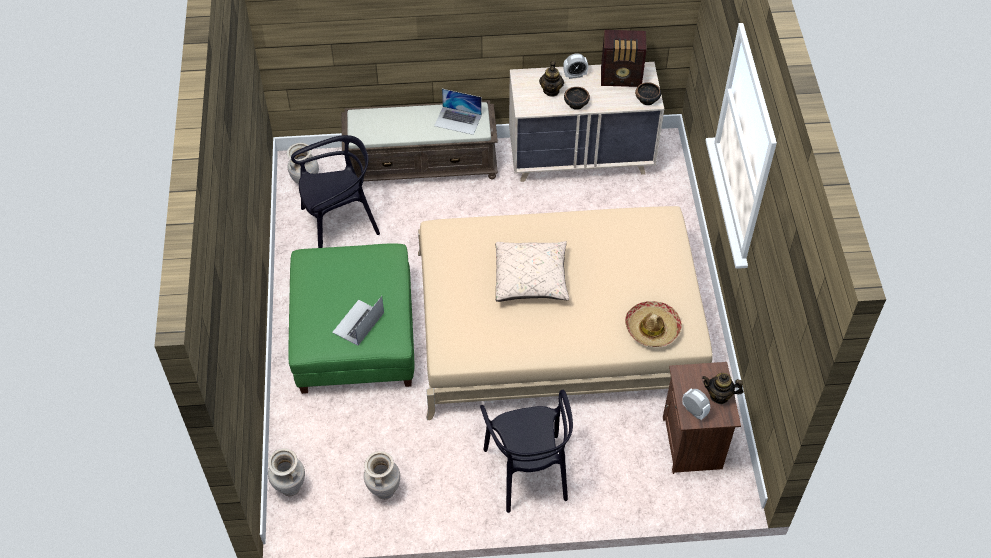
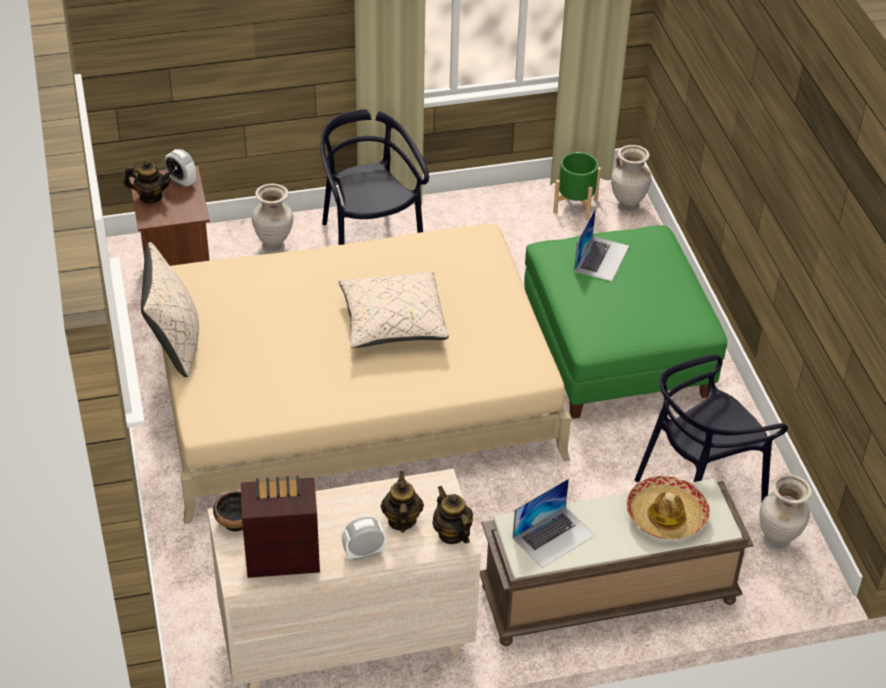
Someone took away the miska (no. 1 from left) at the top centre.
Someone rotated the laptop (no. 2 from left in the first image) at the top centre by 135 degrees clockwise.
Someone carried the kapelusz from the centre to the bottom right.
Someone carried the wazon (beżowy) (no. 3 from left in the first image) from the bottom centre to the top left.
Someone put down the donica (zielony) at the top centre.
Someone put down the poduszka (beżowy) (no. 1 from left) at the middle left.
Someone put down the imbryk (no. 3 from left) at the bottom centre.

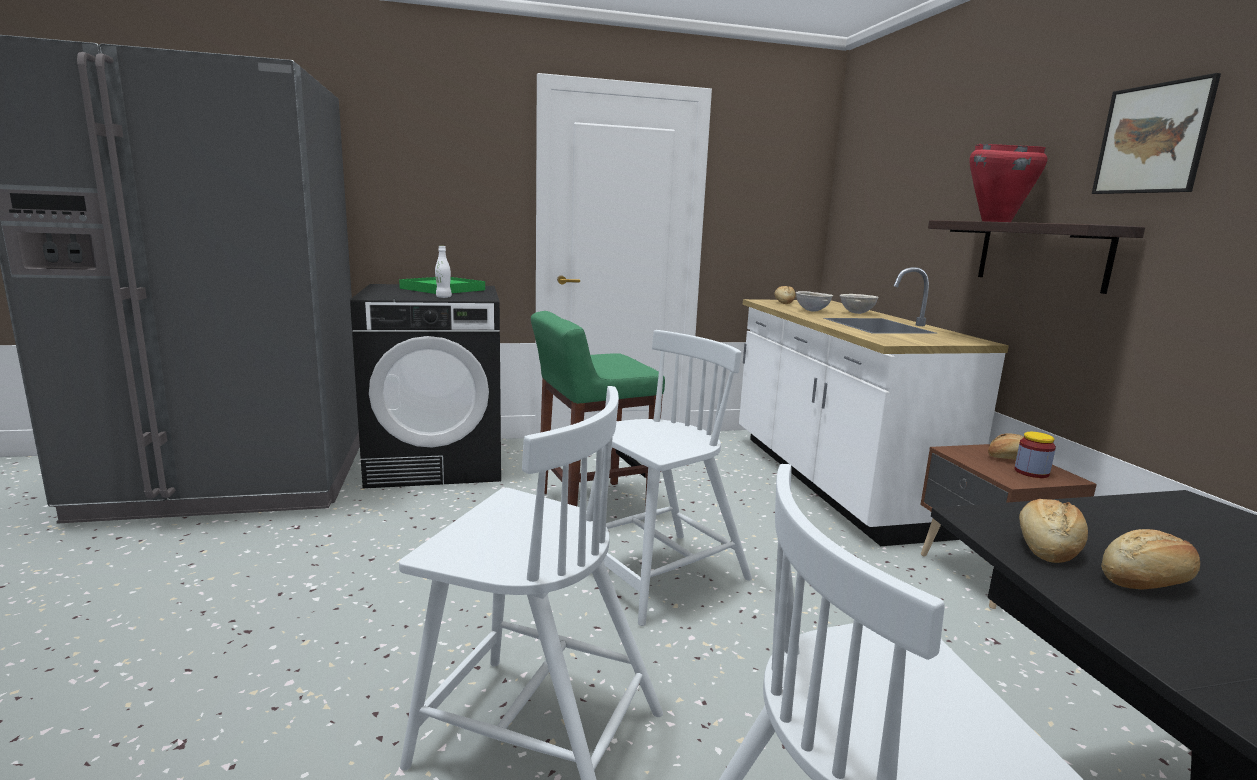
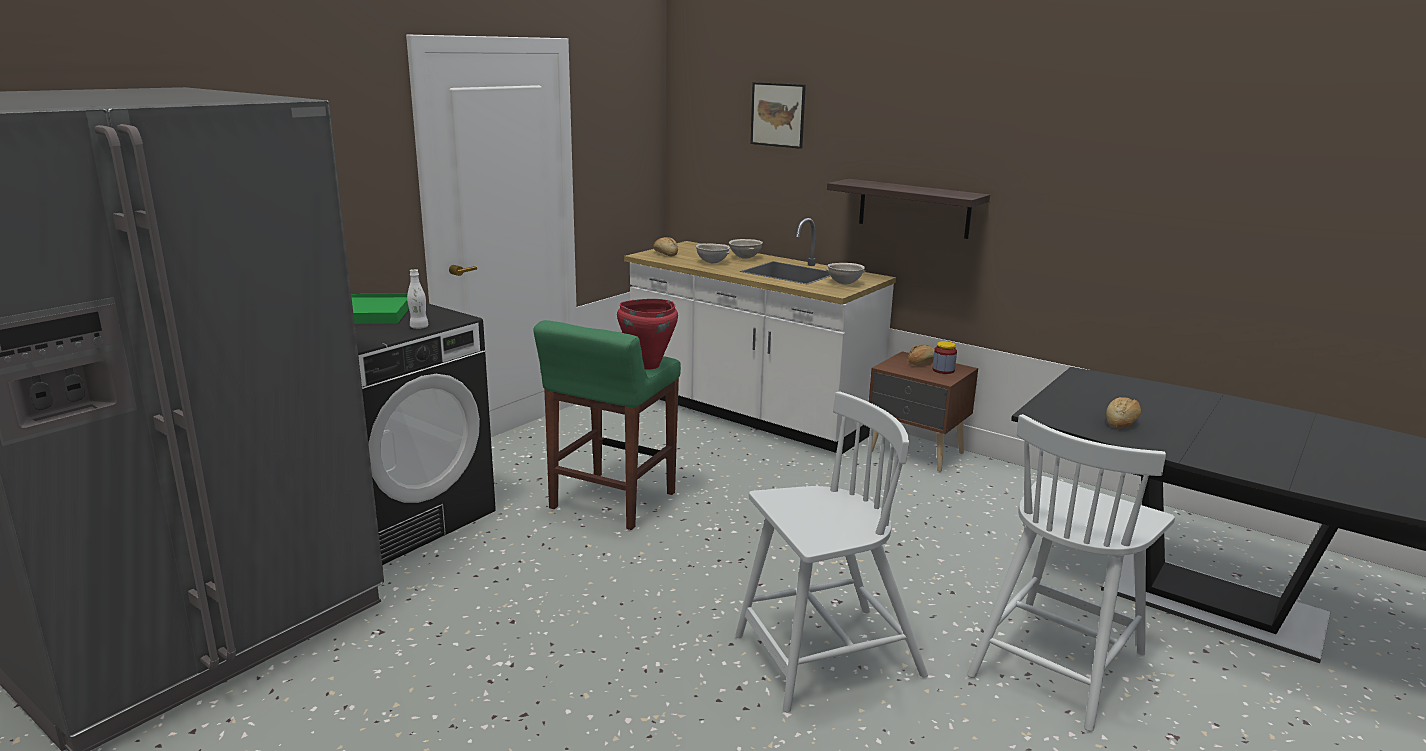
Someone carried the obraz from the top right to the top centre.
Someone carried the garnek (czerwony) from the top right to the centre.
Someone took away the krzesło (biały) (no. 2 from left) at the centre.
Someone took away the chleb (no. 3 from left) at the bottom right.
Someone put down the miska (szary) (no. 3 from left) at the centre.

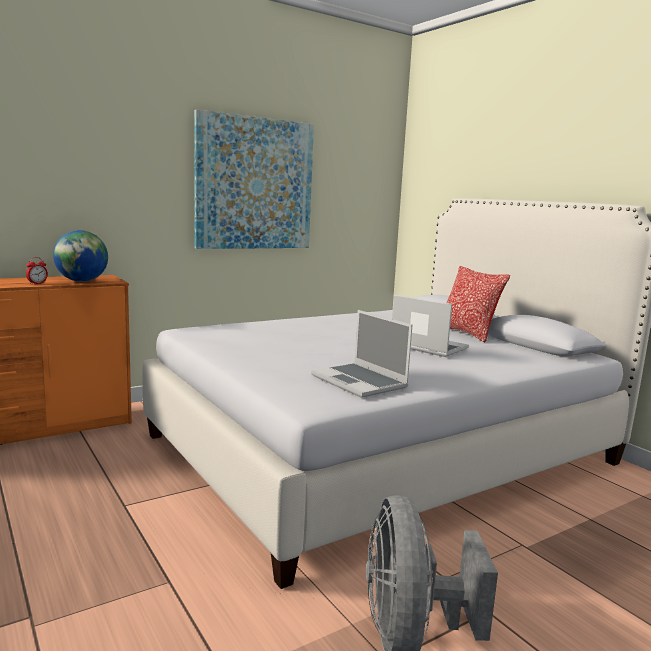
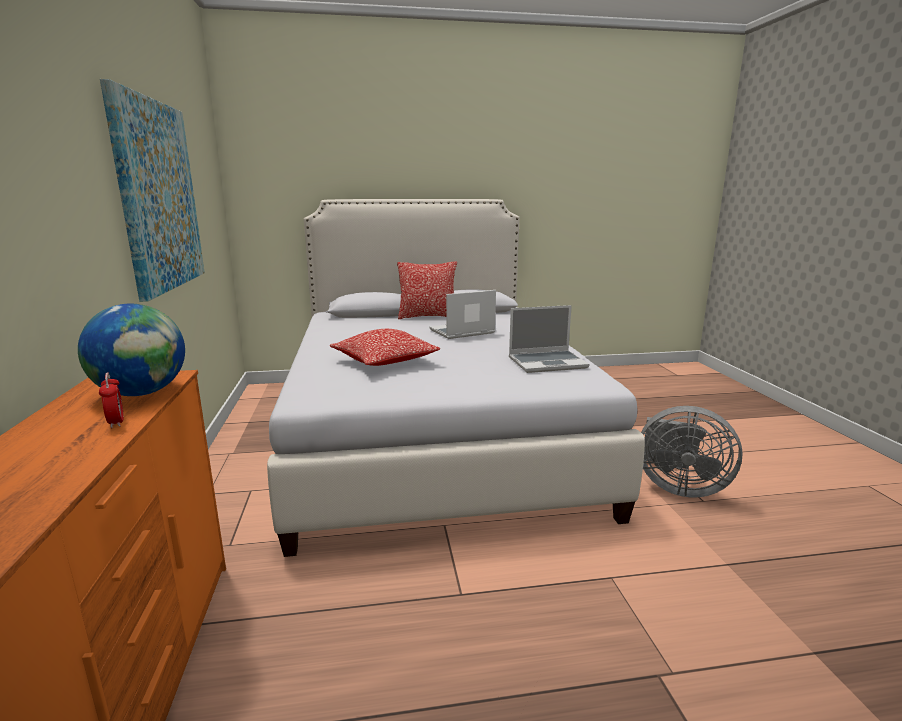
Someone put down the poduszka (no. 1 from left) at the centre.

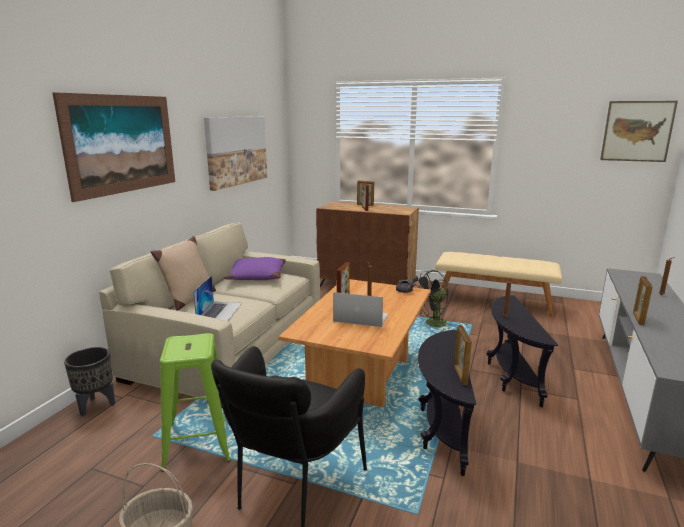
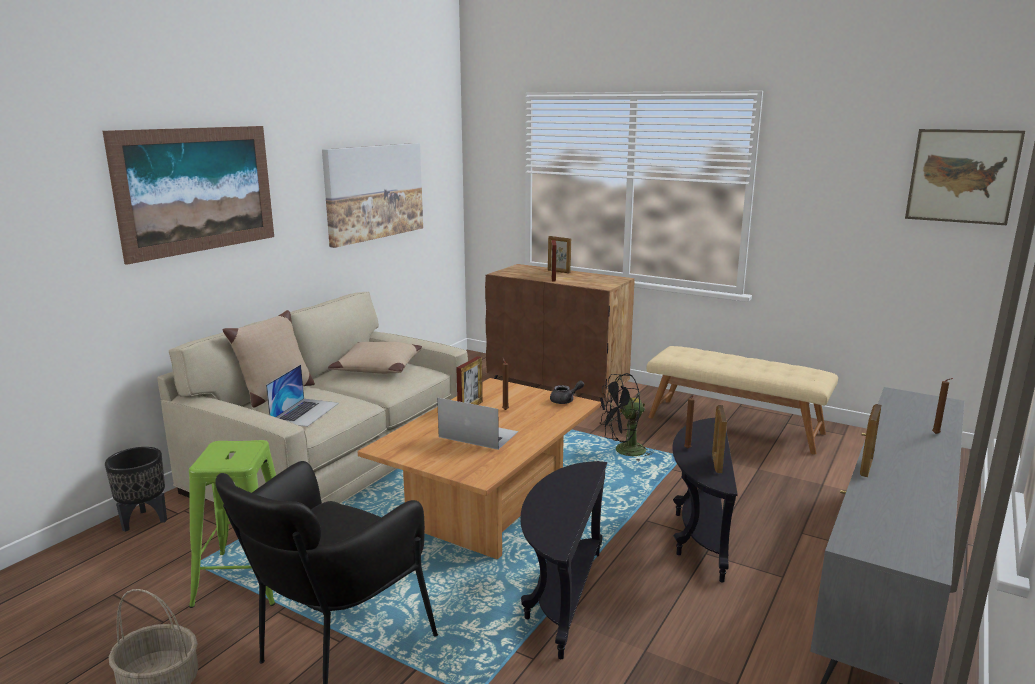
Someone repainted the poduszka (fioletowy) at the centre, which became the poduszka (beżowy) (no. 2 from left) at the centre.
Someone carried the ramka na zdjęcie (no. 4 from left) from the bottom right to the middle right.

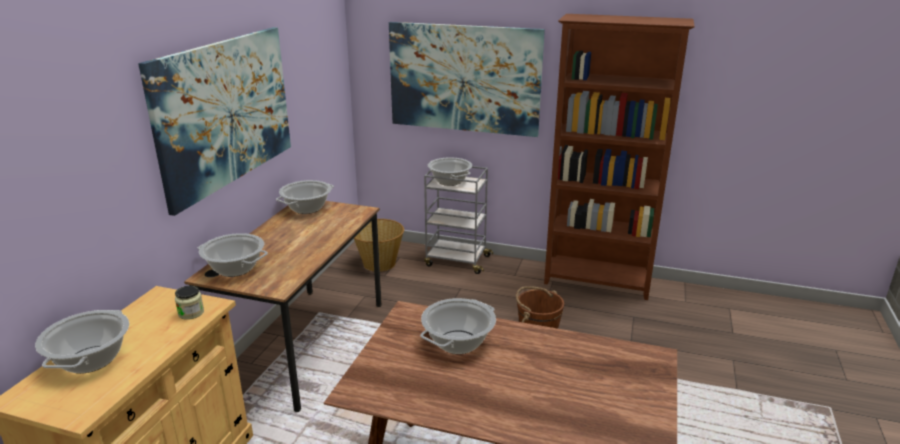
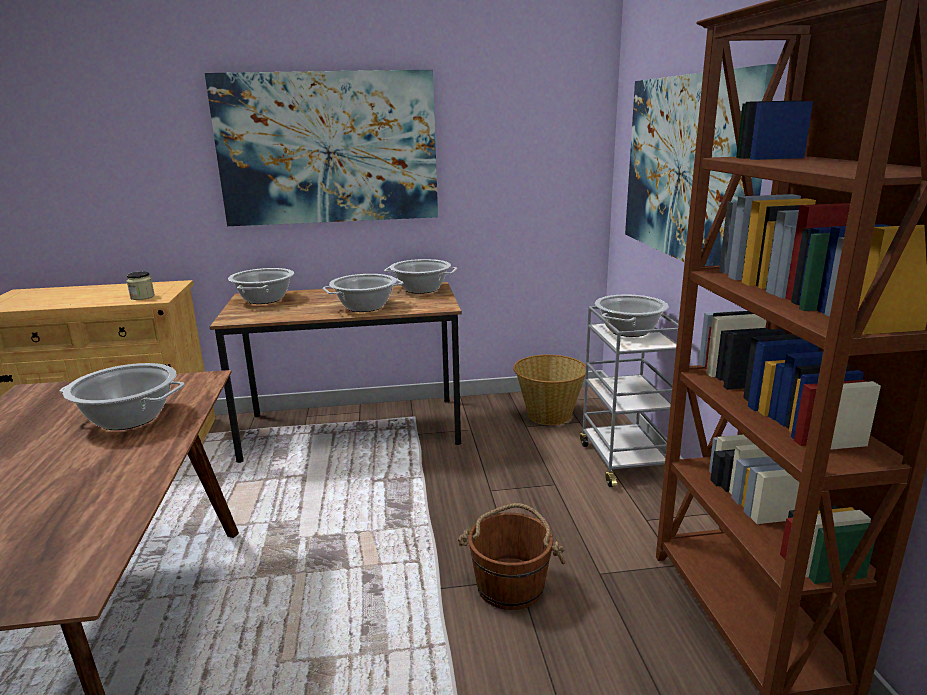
Someone carried the garnek (no. 1 from left in the first image) from the bottom left to the centre.

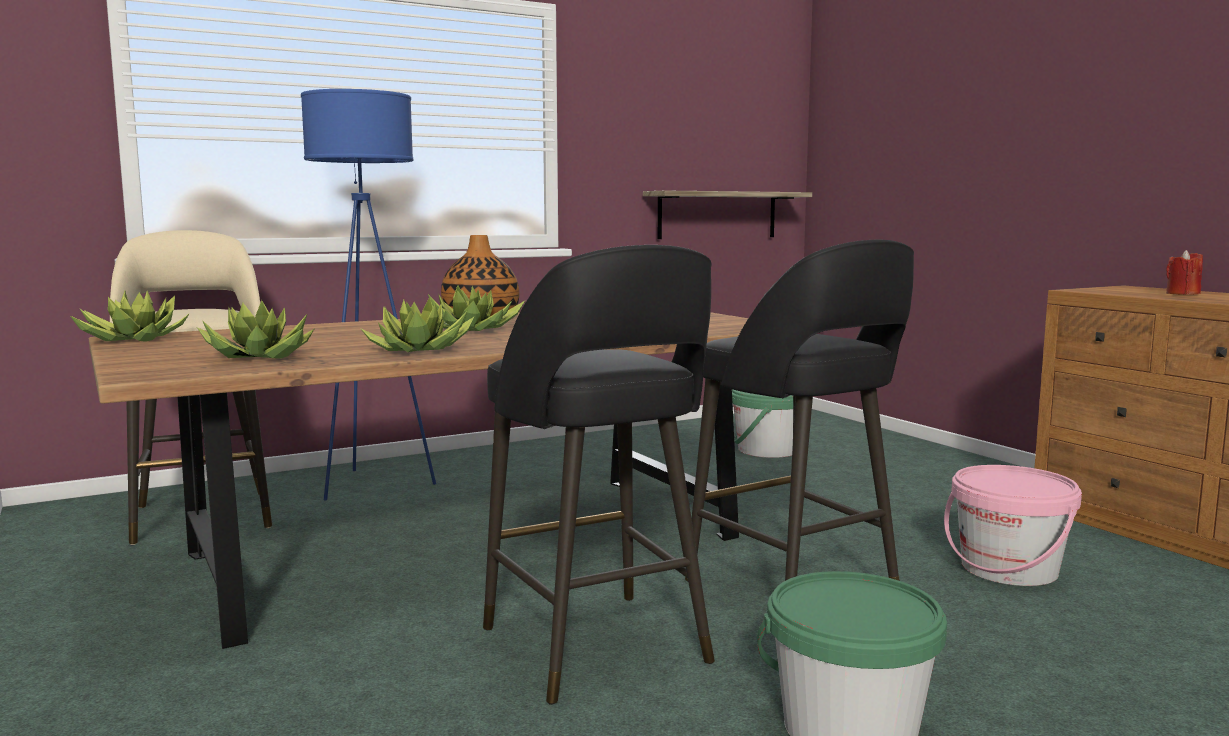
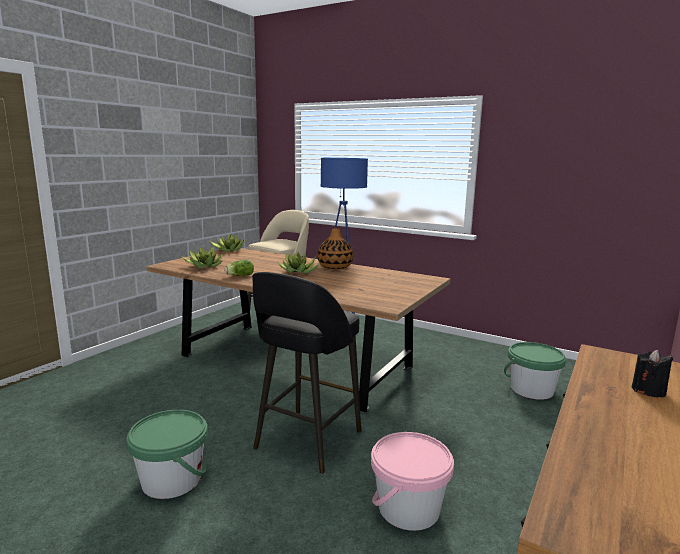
Someone took away the półka at the top centre.
Someone took away the stołek (czarny) (no. 1 from left) at the centre.
Someone repainted the świeca (czerwony) at the middle right, which became the świeca (czarny) at the bottom right.
Someone swapped the roślina doniczkowa (no. 3 from left) at the centre for the sałata at the centre.

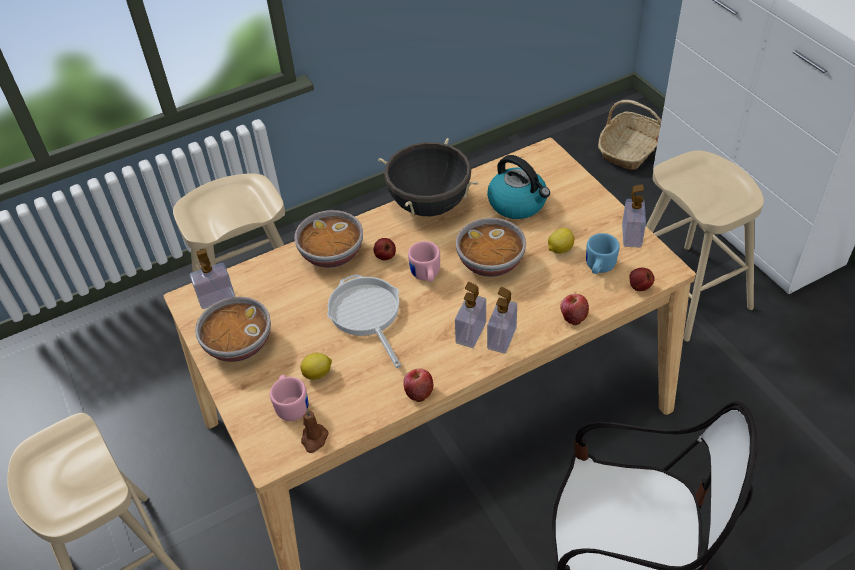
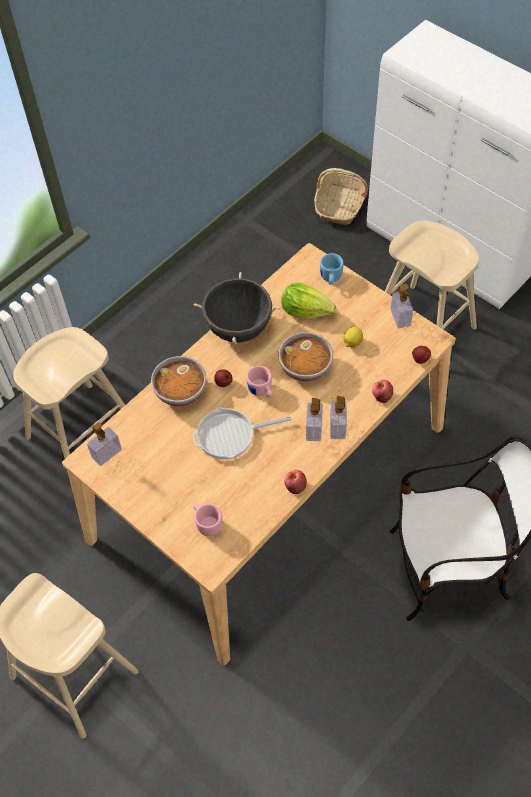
Someone swapped the czajnik at the top centre for the sałata at the centre.
Someone carried the kubek (niebieski) from the middle right to the centre.
Someone rotated the patelnia at the centre by 60 degrees counterclockwise.
Someone took away the miska (no. 1 from left) at the middle left.
Someone took away the cytryna (no. 1 from left) at the centre.
Someone took away the świeca (brązowy) at the bottom centre.

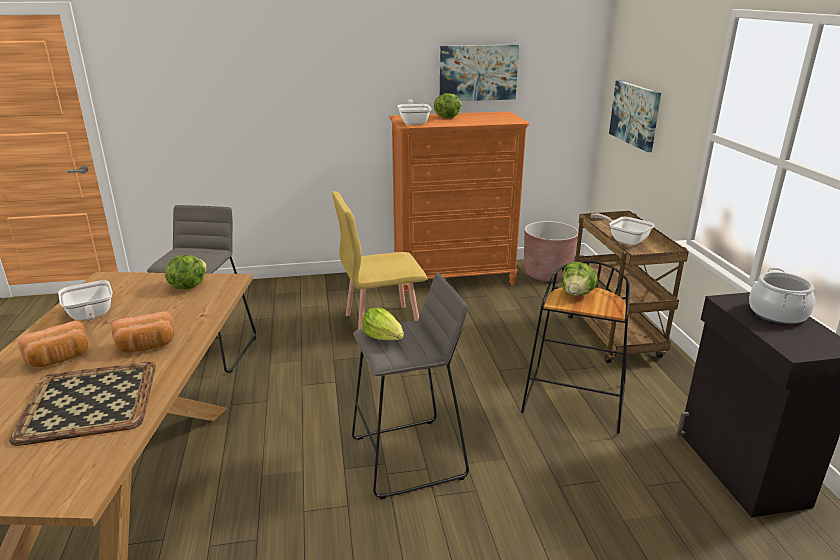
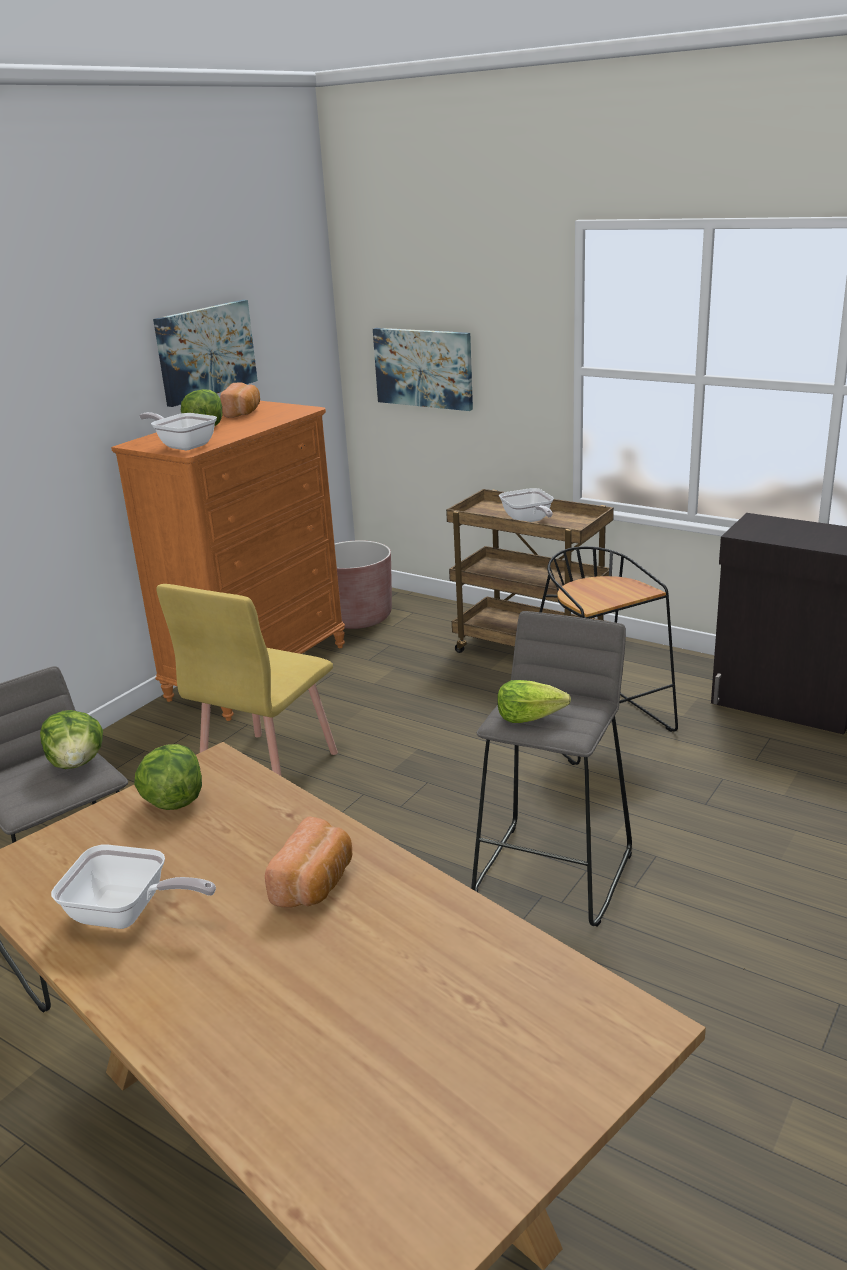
Someone rotated the patelnia (no. 3 from left) at the middle right by 105 degrees counterclockwise.
Someone carried the sałata (no. 4 from left in the first image) from the middle right to the middle left.
Someone took away the garnek at the middle right.
Someone carried the chleb (no. 1 from left) from the middle left to the top left.
Someone took away the taca at the bottom left.

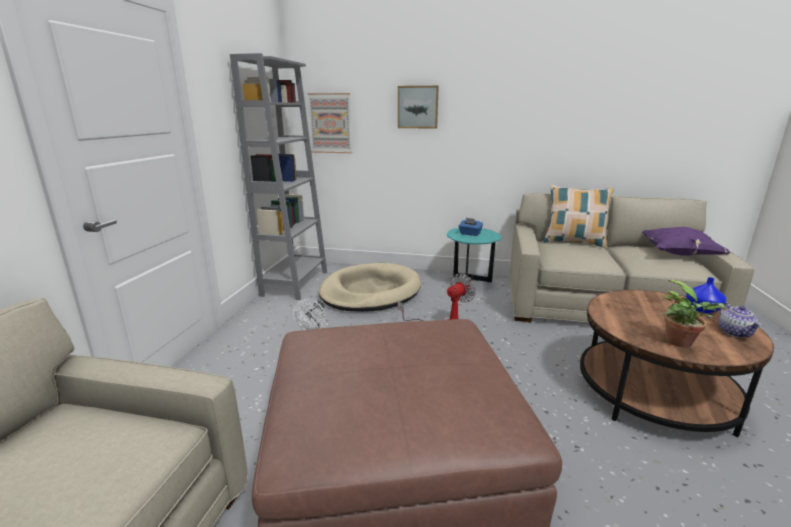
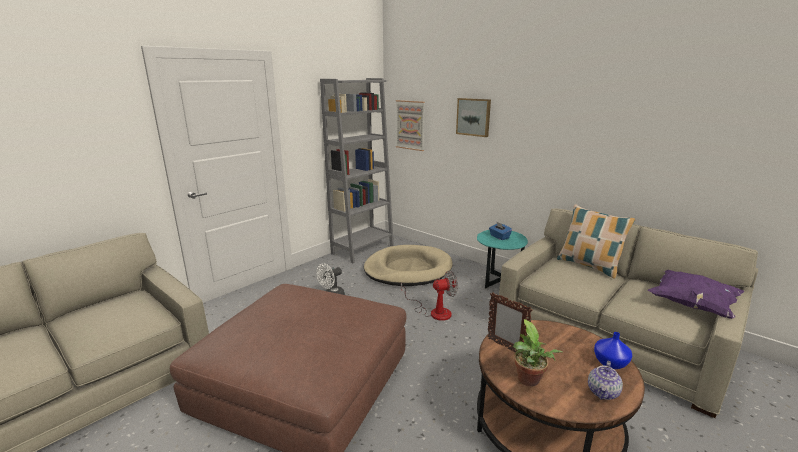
Someone put down the ramka na zdjęcie at the bottom centre.

